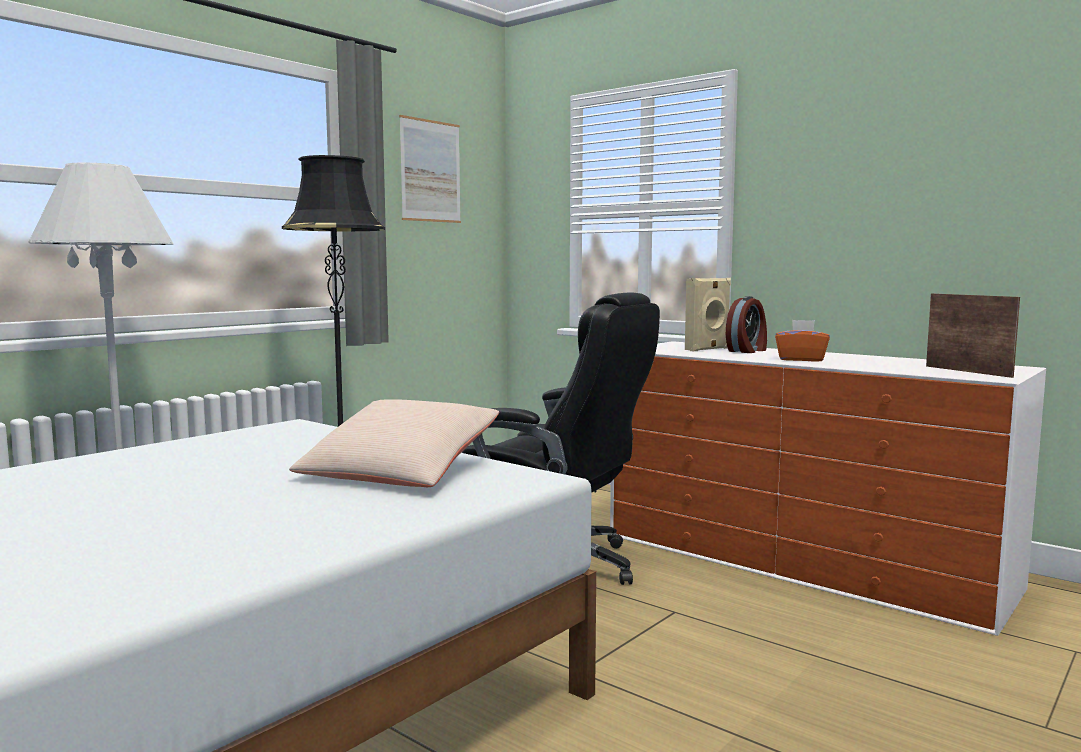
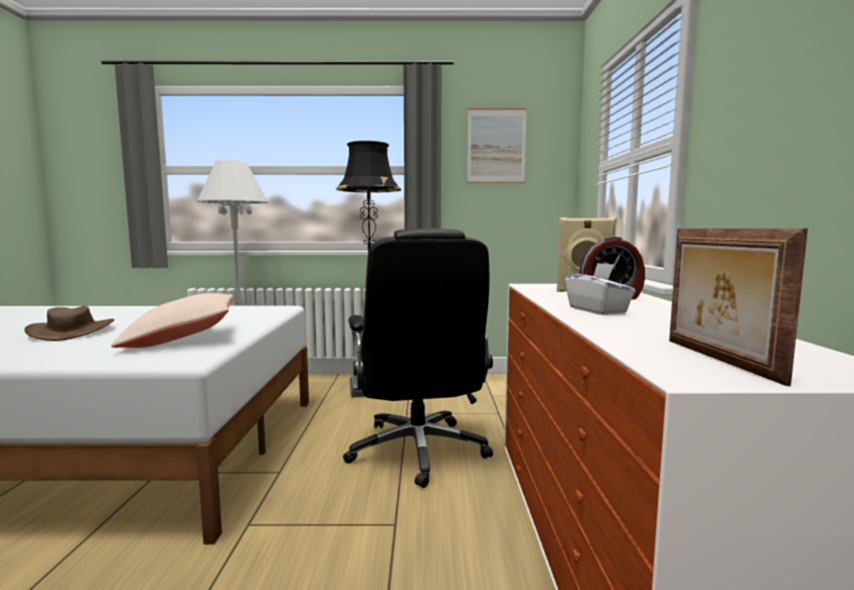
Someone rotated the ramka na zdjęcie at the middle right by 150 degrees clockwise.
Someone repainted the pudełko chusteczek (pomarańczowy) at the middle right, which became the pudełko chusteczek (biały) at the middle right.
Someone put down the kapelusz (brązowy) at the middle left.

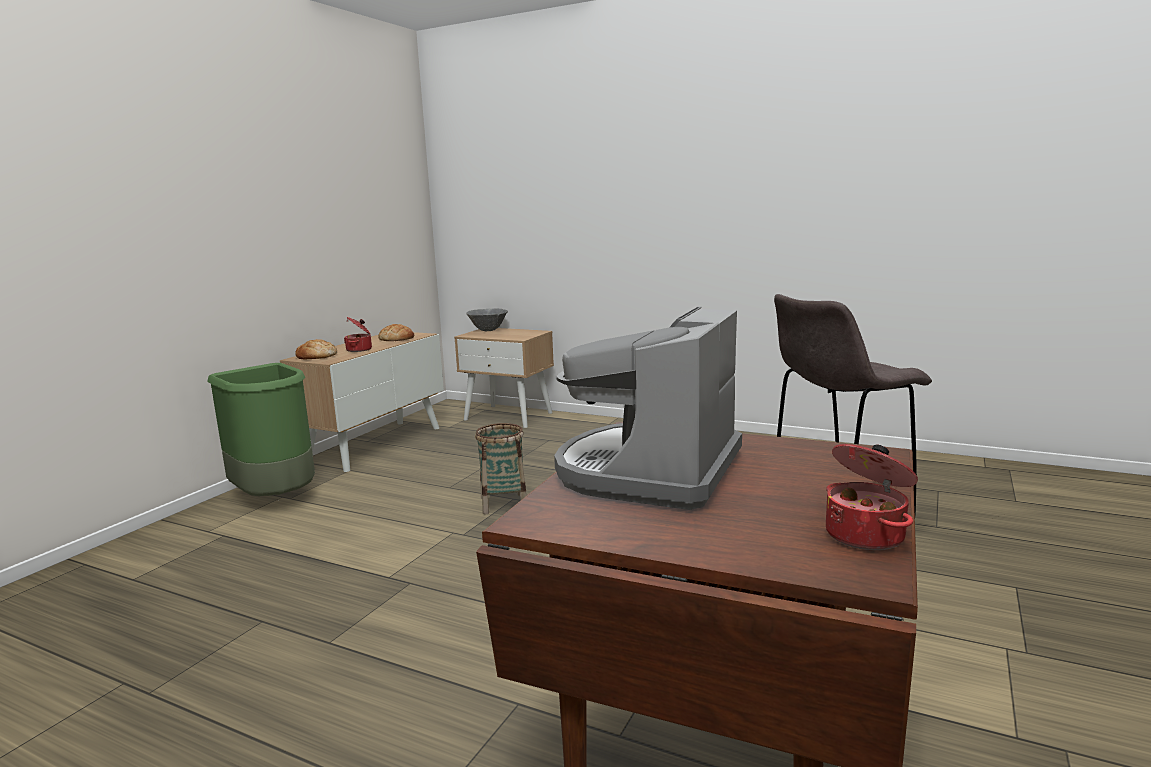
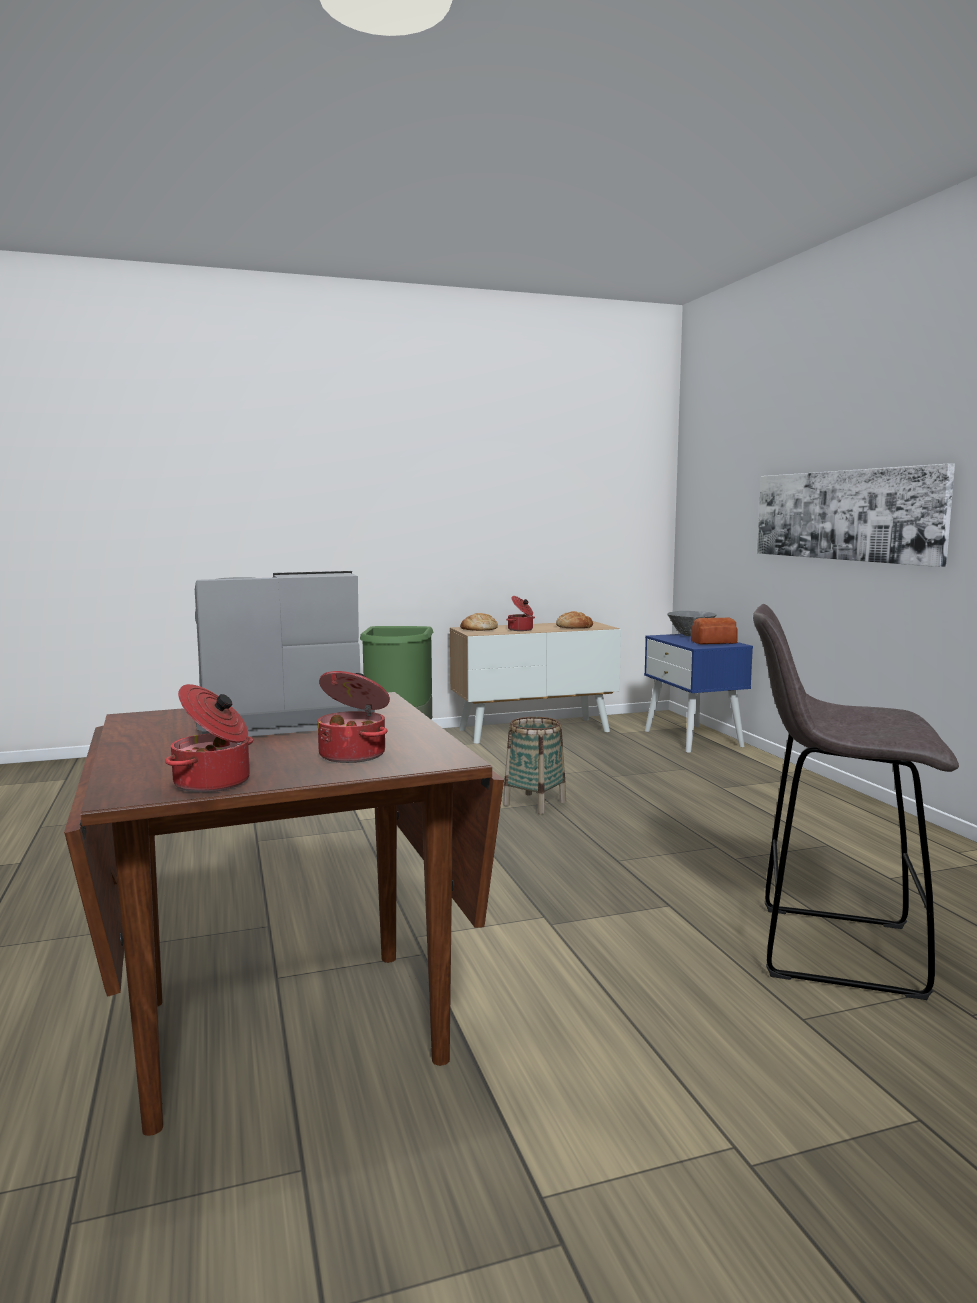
Someone repainted the szafka nocna (beżowy) at the centre, which became the szafka nocna (niebieski) at the middle right.
Someone put up the obraz at the middle right.
Someone put down the chleb (no. 3 from left) at the middle right.
Someone put down the garnek (no. 2 from left) at the centre.

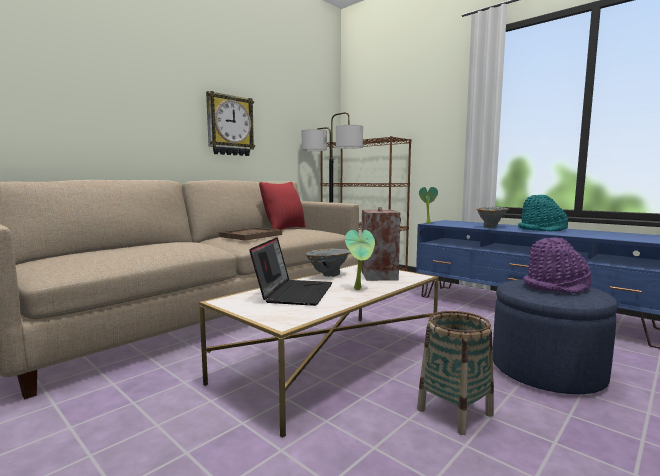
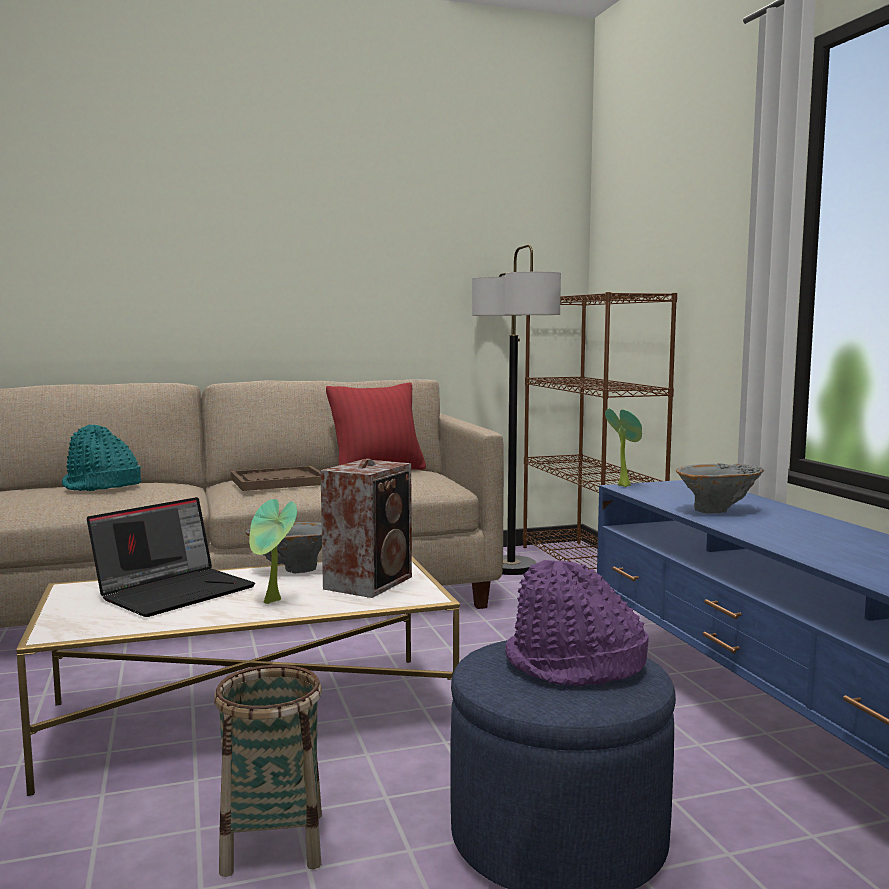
Someone took away the zegar ścienny at the top centre.
Someone carried the kapelusz (turkusowy) from the middle right to the middle left.

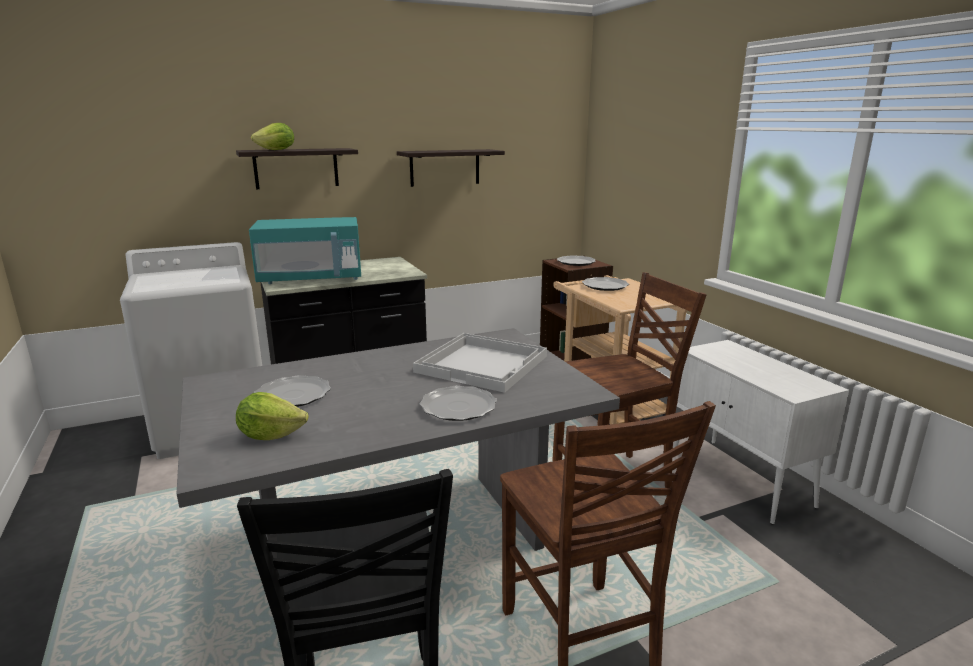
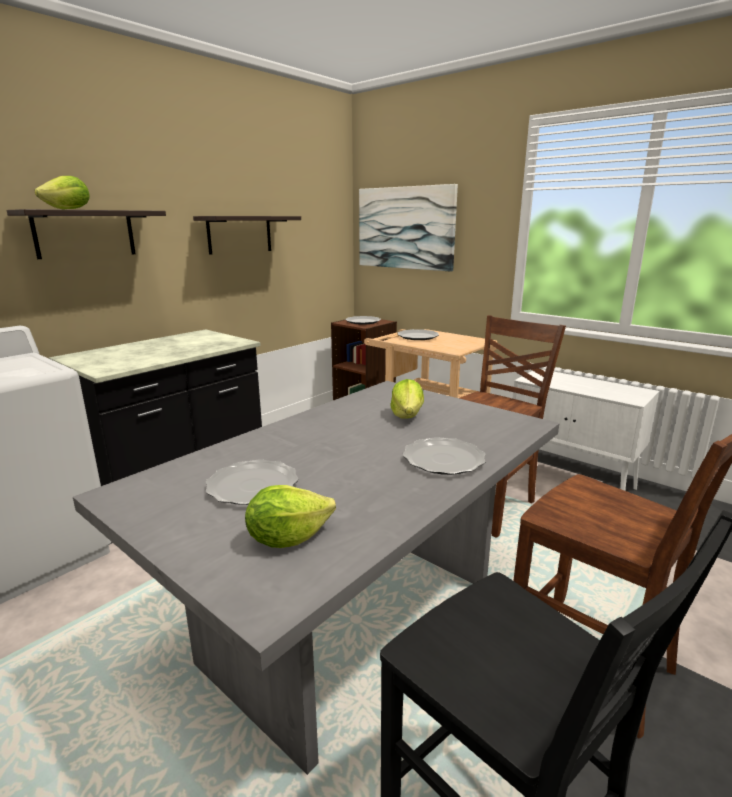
Someone took away the mikrofalówka (turkusowy) at the middle left.
Someone swapped the taca (biały) at the centre for the sałata (no. 3 from left) at the centre.
Someone put up the obraz at the top centre.

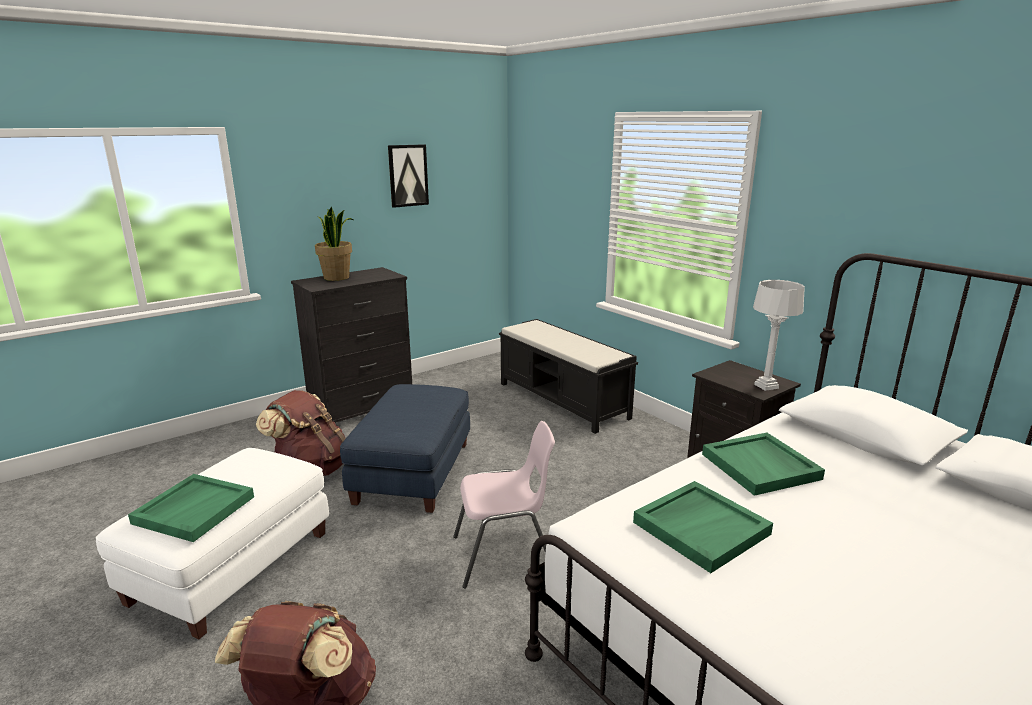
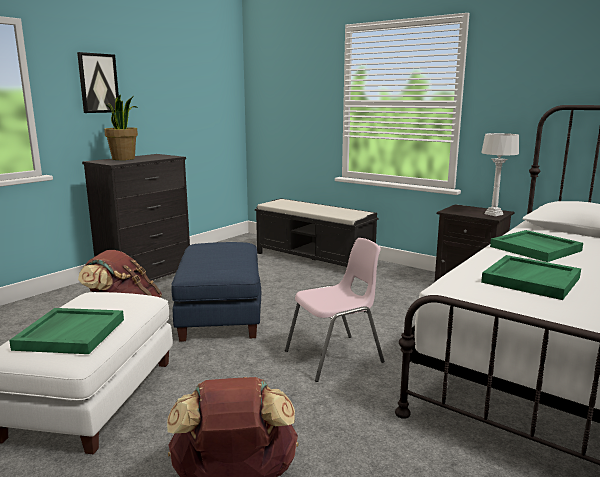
Someone carried the obraz from the top centre to the top left.

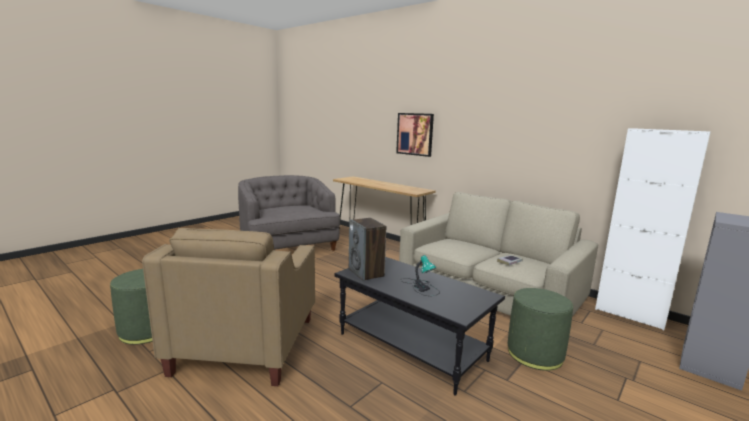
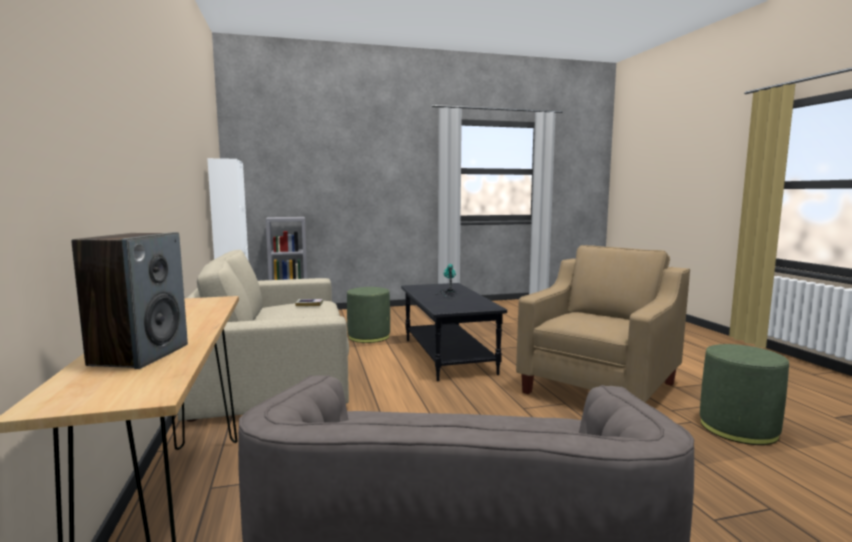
Someone took away the obraz at the top centre.
Someone carried the głośnik from the centre to the middle left.

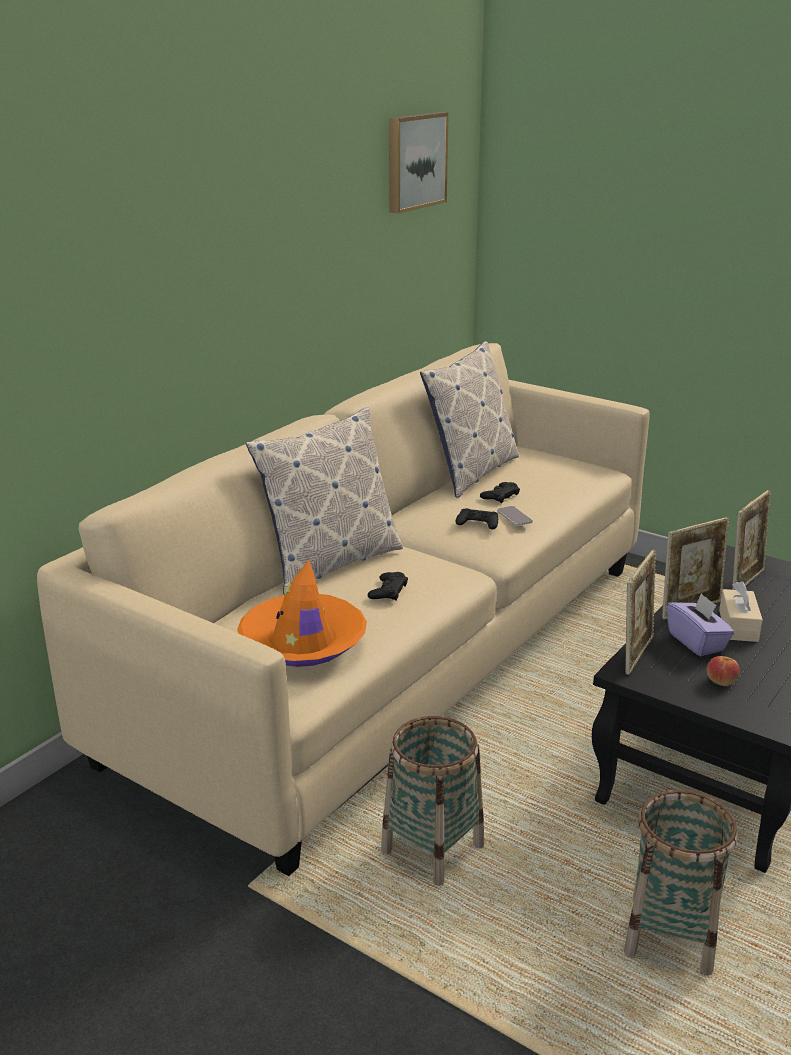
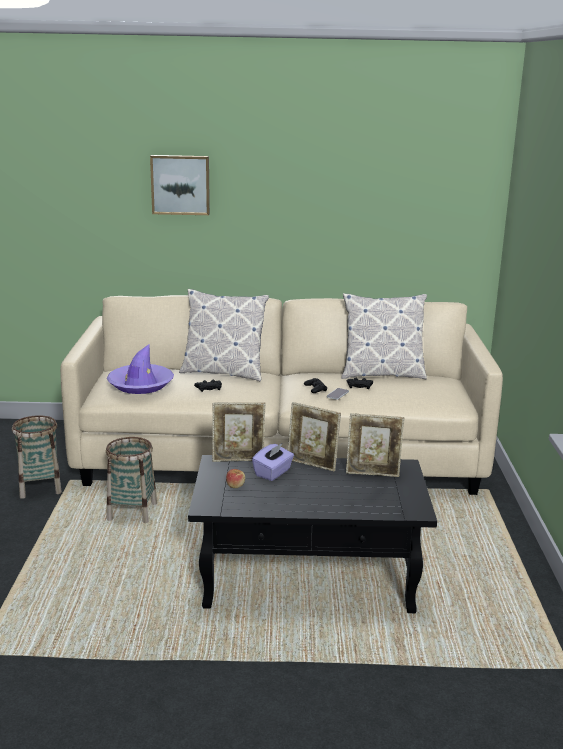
Someone carried the obraz from the top centre to the top left.
Someone repainted the kapelusz (pomarańczowy) at the centre, which became the kapelusz (fioletowy) at the middle left.
Someone took away the pudełko chusteczek (beżowy) at the middle right.
Someone carried the koszyk (no. 2 from left in the first image) from the bottom right to the middle left.

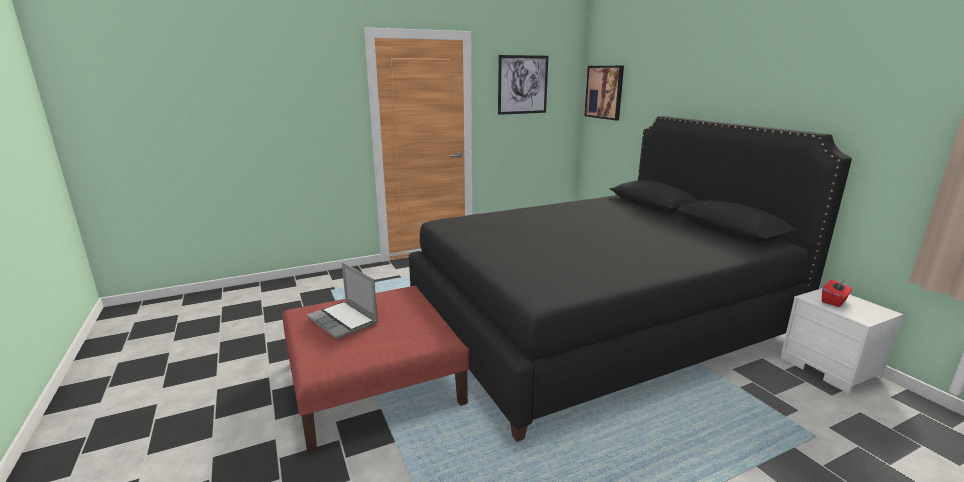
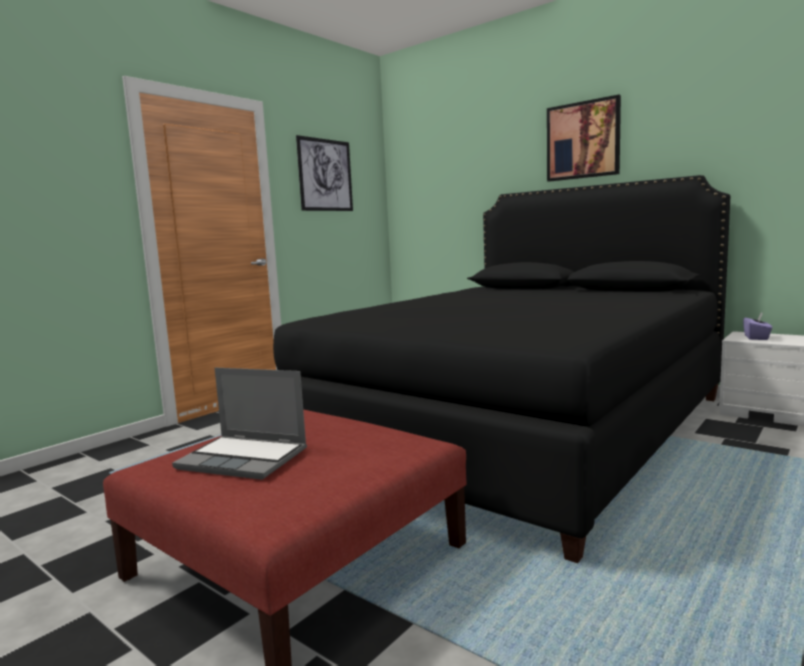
Someone carried the obraz (no. 2 from left) from the top centre to the top right.
Someone repainted the pudełko chusteczek (czerwony) at the middle right, which became the pudełko chusteczek (fioletowy) at the middle right.

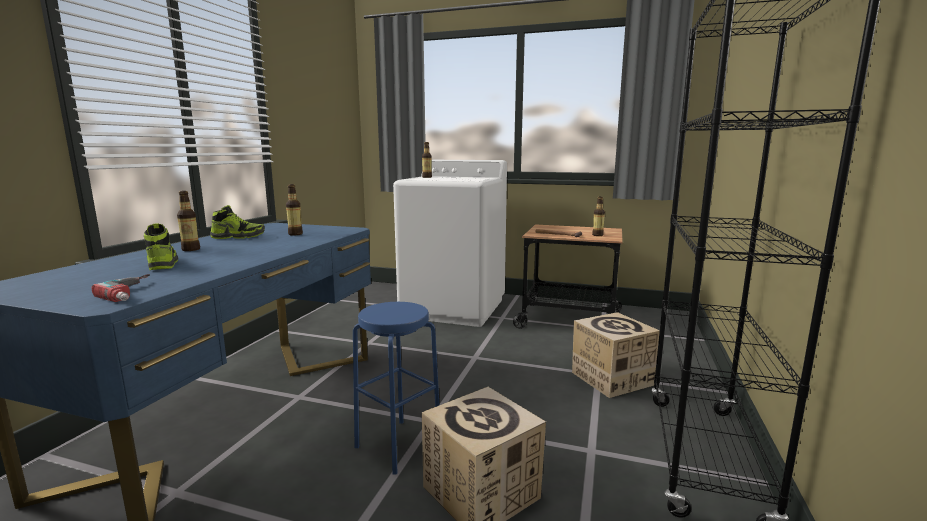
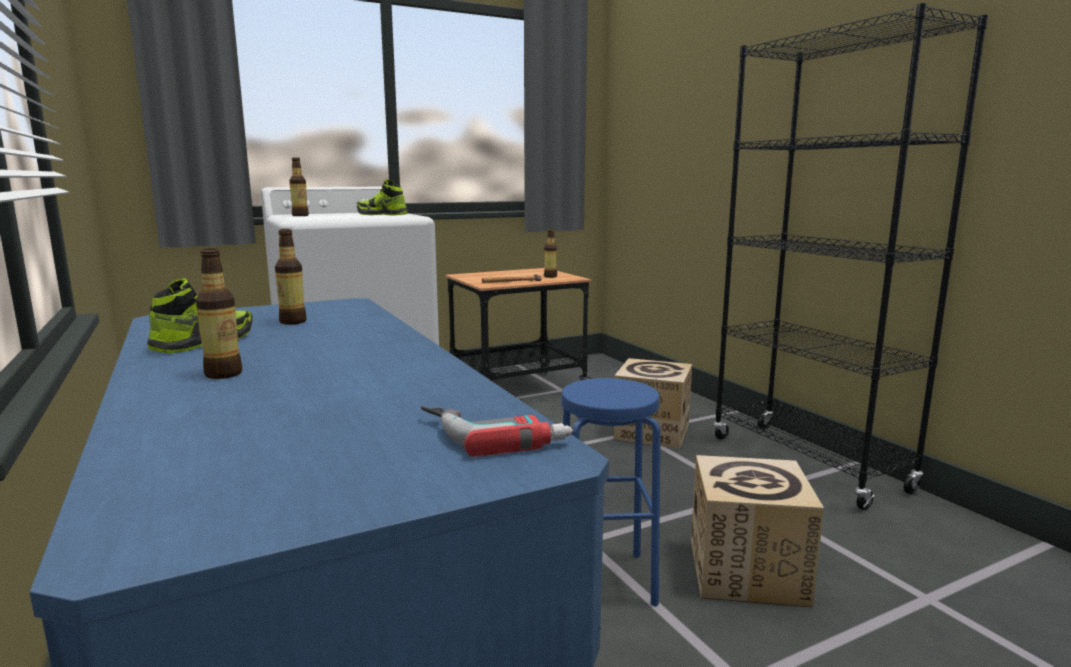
Someone carried the but (no. 1 from left in the first image) from the middle left to the top centre.

